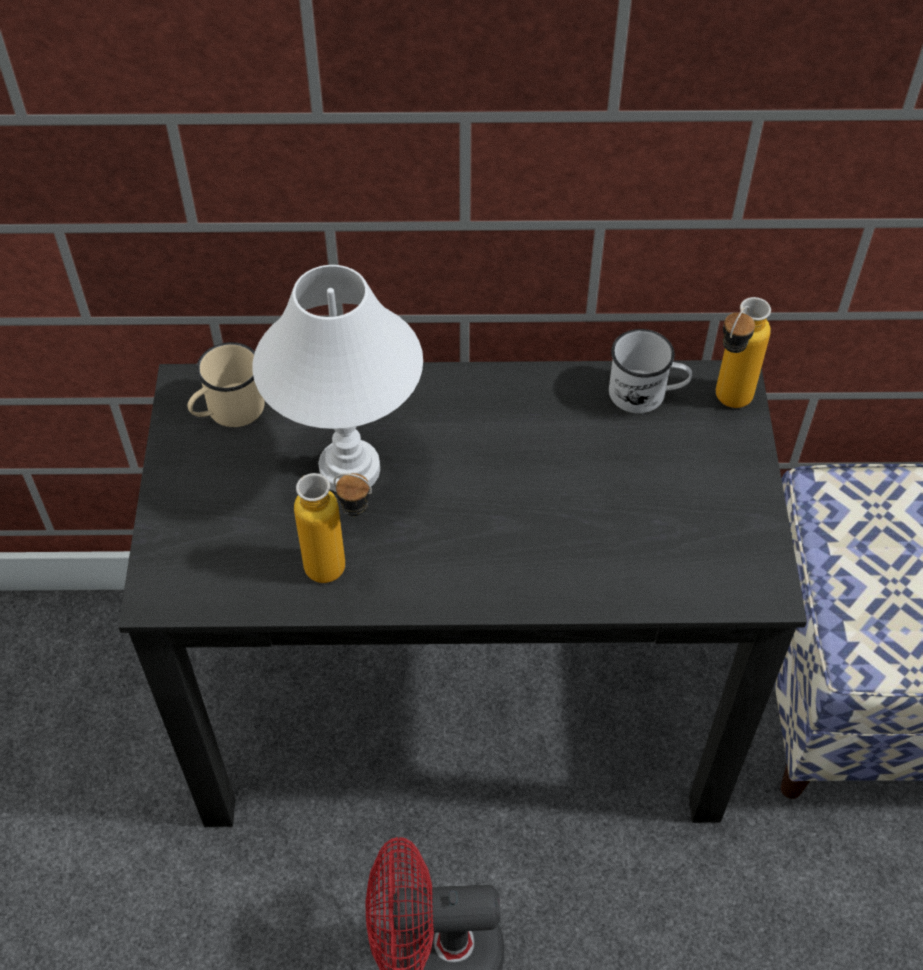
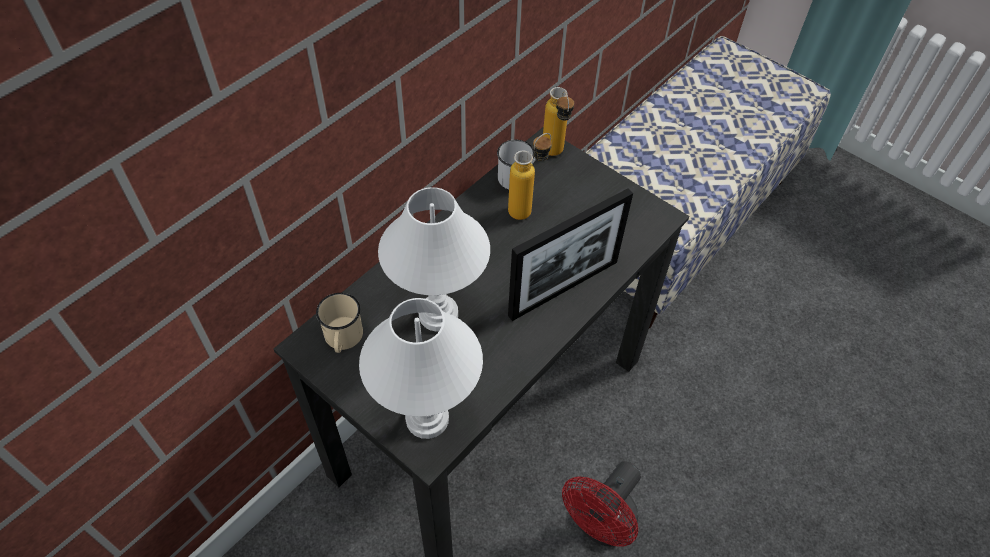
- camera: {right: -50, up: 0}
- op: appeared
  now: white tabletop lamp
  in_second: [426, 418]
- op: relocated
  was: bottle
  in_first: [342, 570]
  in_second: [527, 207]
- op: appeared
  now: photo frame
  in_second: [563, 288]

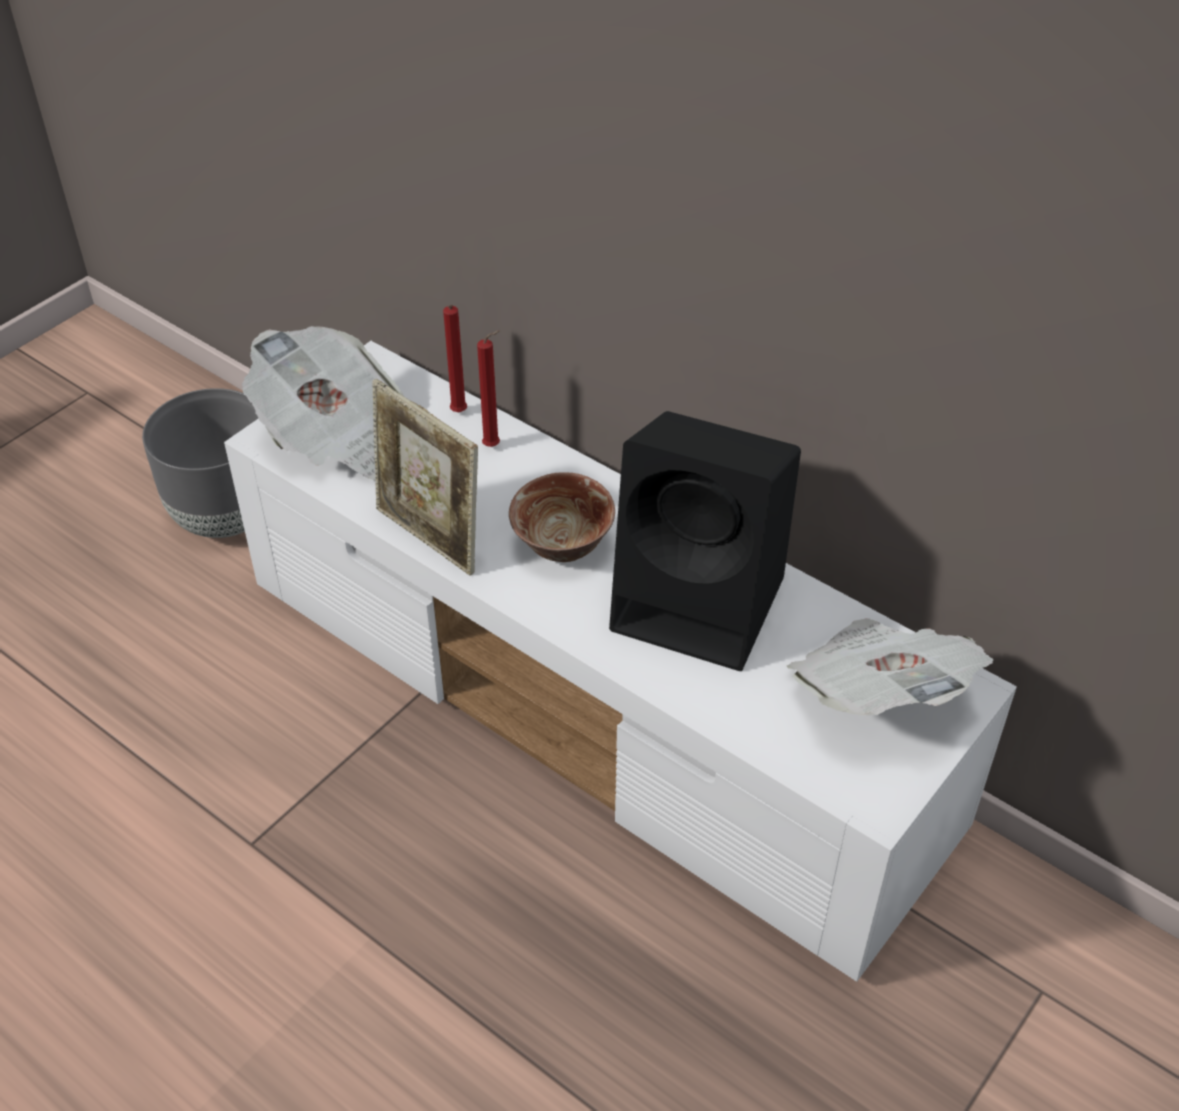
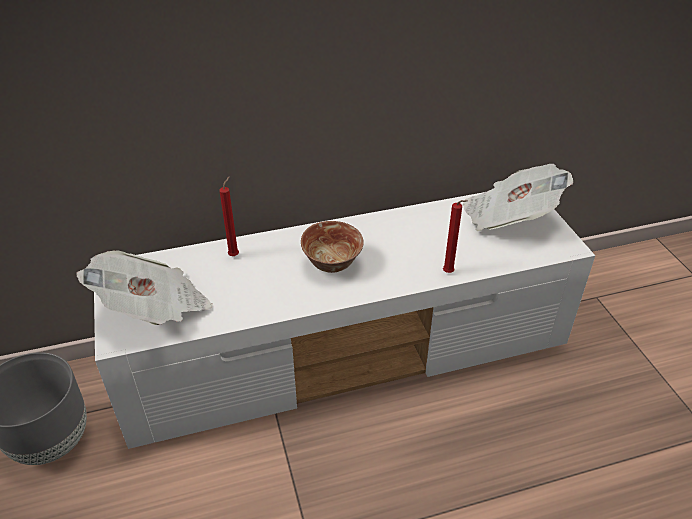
- camera: {right: -55, up: -5}
- op: relocated
  was: reddish candle
  in_first: [458, 414]
  in_second: [449, 273]
- op: missing
  was: photo frame
  in_first: [430, 538]
- op: missing
  was: black audio speaker
  in_first: [703, 604]

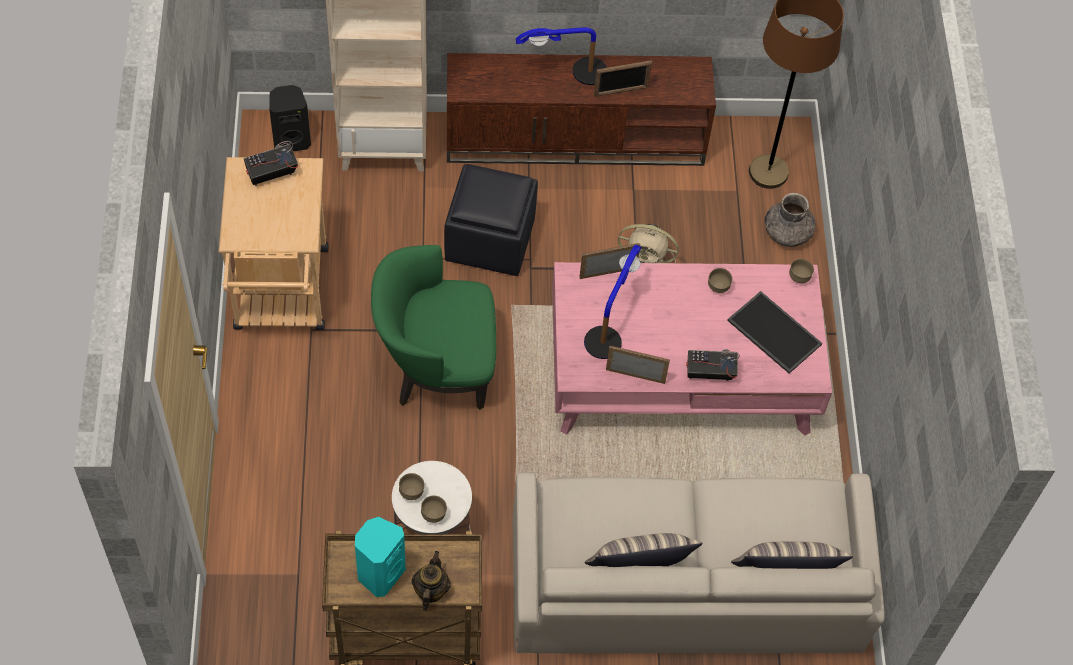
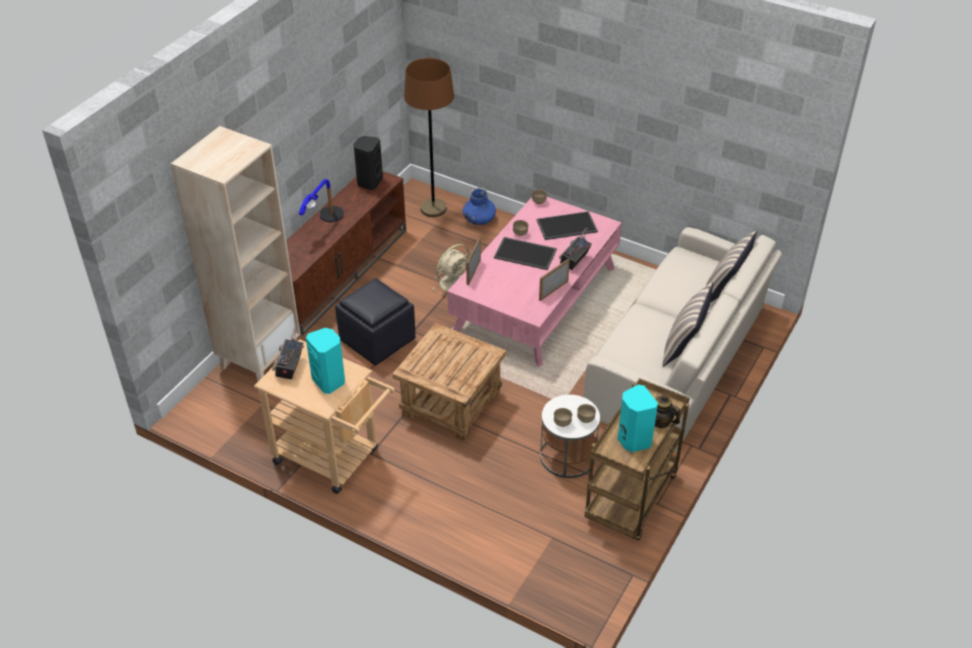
- camera: {right: -55, up: -15}
- op: appeared
  now: blue-green audio speaker
  in_second: [329, 381]
- op: relocated
  was: black audio speaker
  in_first: [291, 140]
  in_second: [369, 182]
- op: exchanged
  was: green-coloured armchair
  now: brownish end table
  in_first: [436, 368]
  in_second: [450, 404]
- op: colour
  was: greyish vase
  now: bluish vase
  in_first: [787, 232]
  in_second: [479, 219]
- op: appeared
  now: tray
  in_second: [526, 253]
- op: missing
  was: tabletop lamp
  in_first: [610, 326]
- op: missing
  was: photo frame
  in_first: [621, 91]

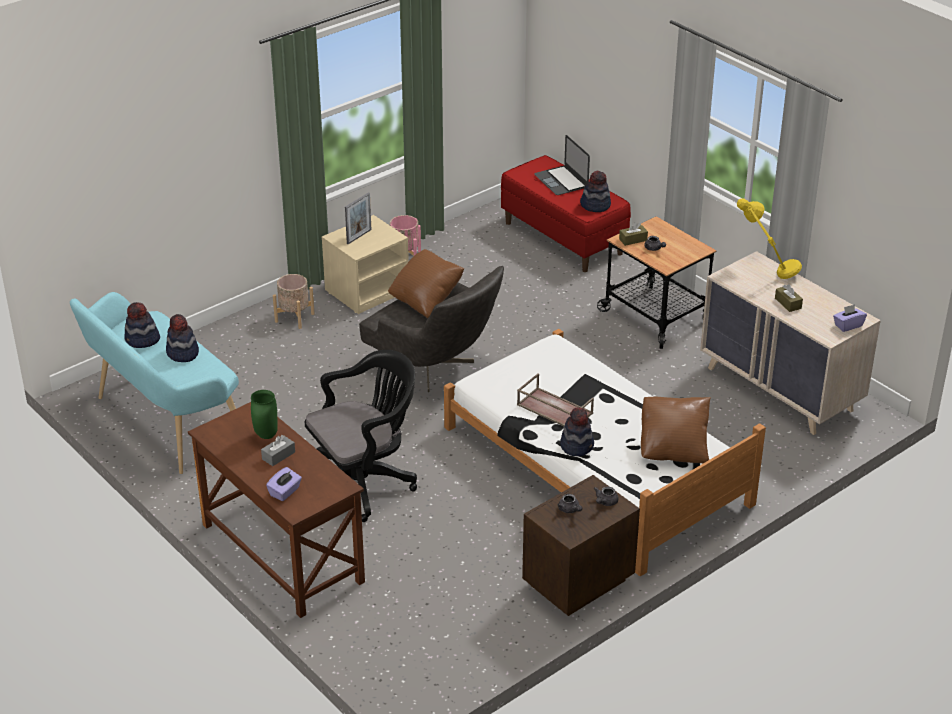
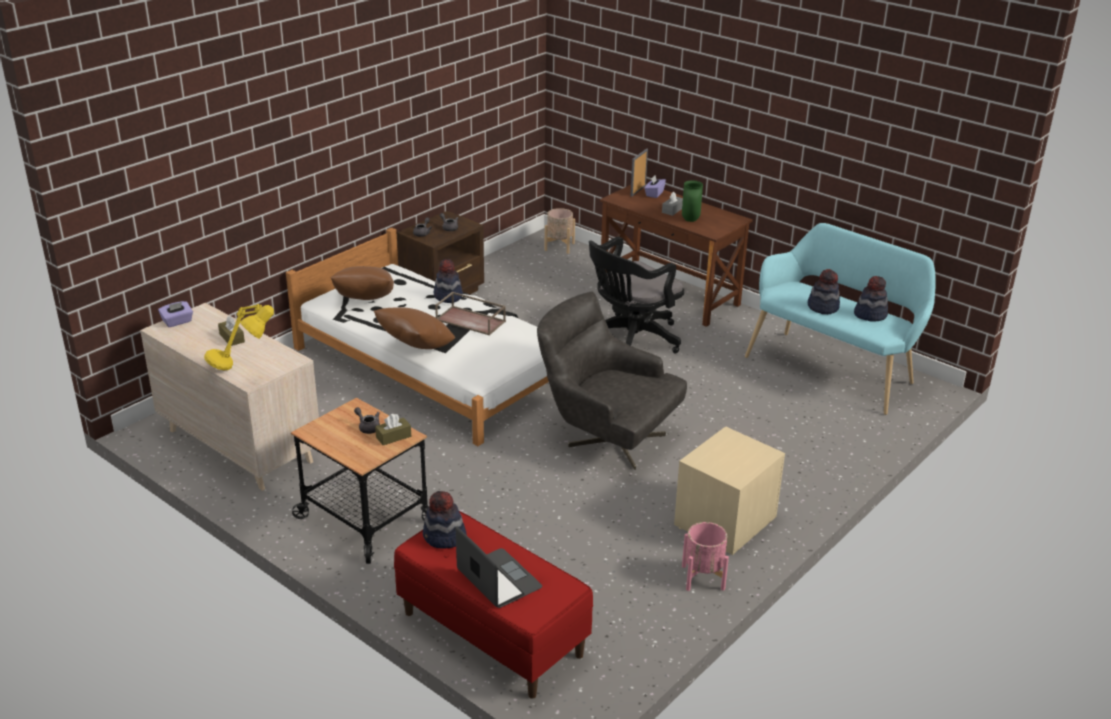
- camera: {right: 170, up: -5}
- op: relocated
  was: brownish pillow
  in_first: [426, 300]
  in_second: [415, 348]
- op: relocated
  was: beige-coloured planter
  in_first: [295, 318]
  in_second: [559, 246]
- op: relocated
  was: photo frame
  in_first: [359, 236]
  in_second: [638, 190]

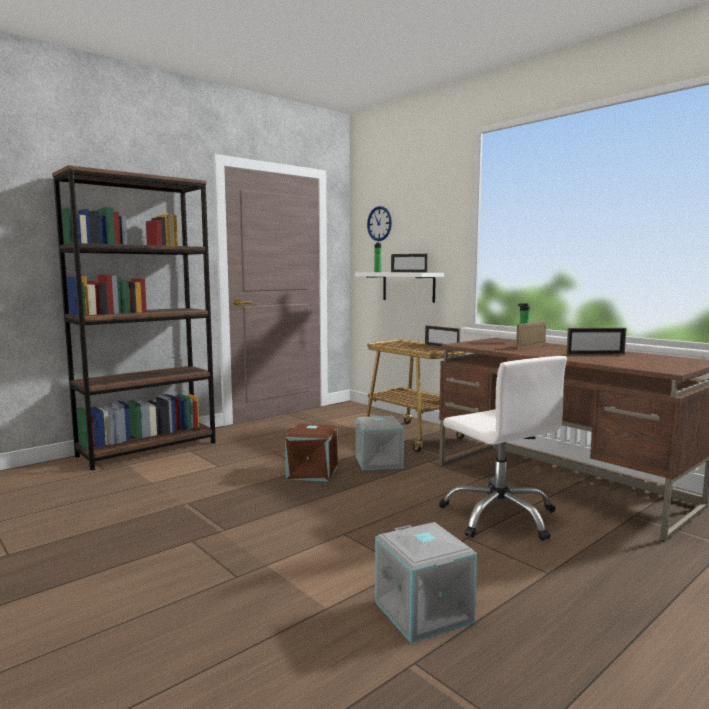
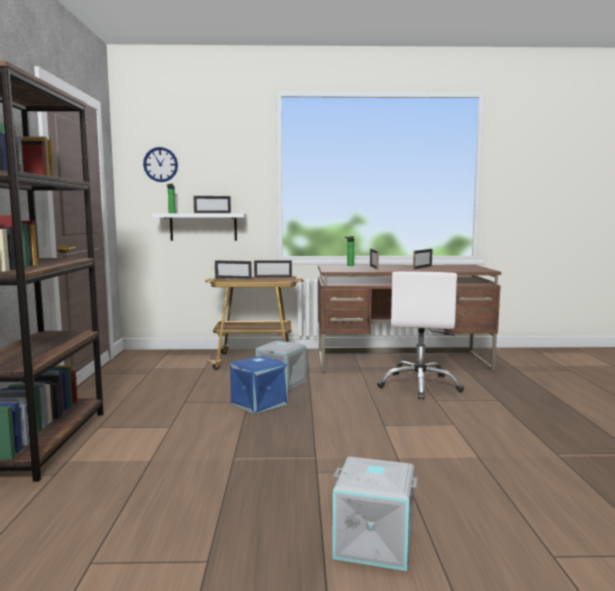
- camera: {right: -50, up: 0}
- op: appeared
  now: photo frame
  in_second: [233, 278]
- op: colour
  was: brownish storage container
  now: bluish storage container
  in_first: [313, 472]
  in_second: [258, 403]
- op: relocated
  was: greyish storage container
  in_first: [425, 612]
  in_second: [375, 542]
- op: spun
  was: white desk chair
  in_first: [499, 516]
  in_second: [420, 385]
  clockwise: 90

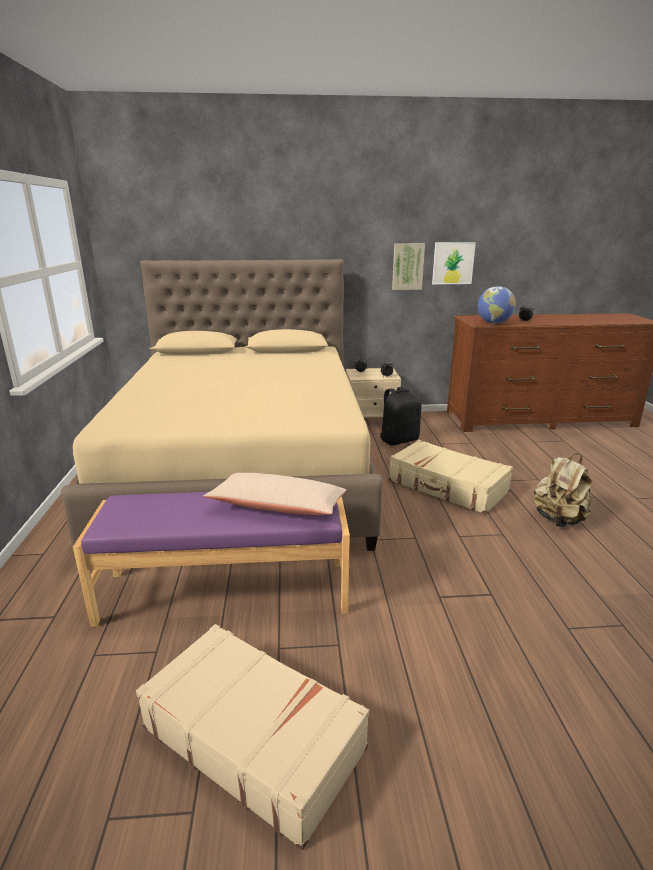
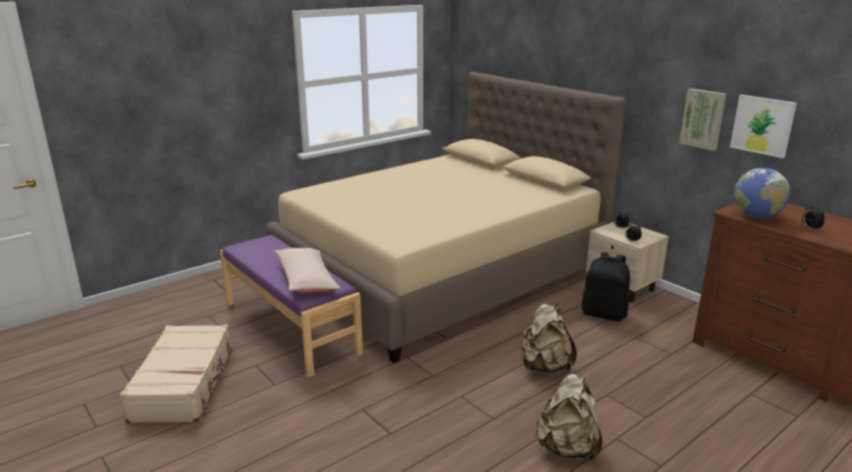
- camera: {right: 55, up: 0}
- op: exchanged
  was: beige-coloured travel case
  now: beige-coloured knapsack
  in_first: [447, 487]
  in_second: [544, 366]

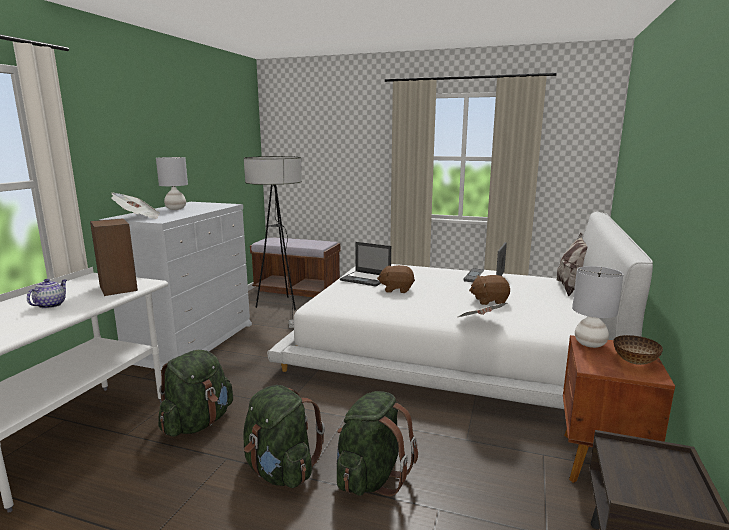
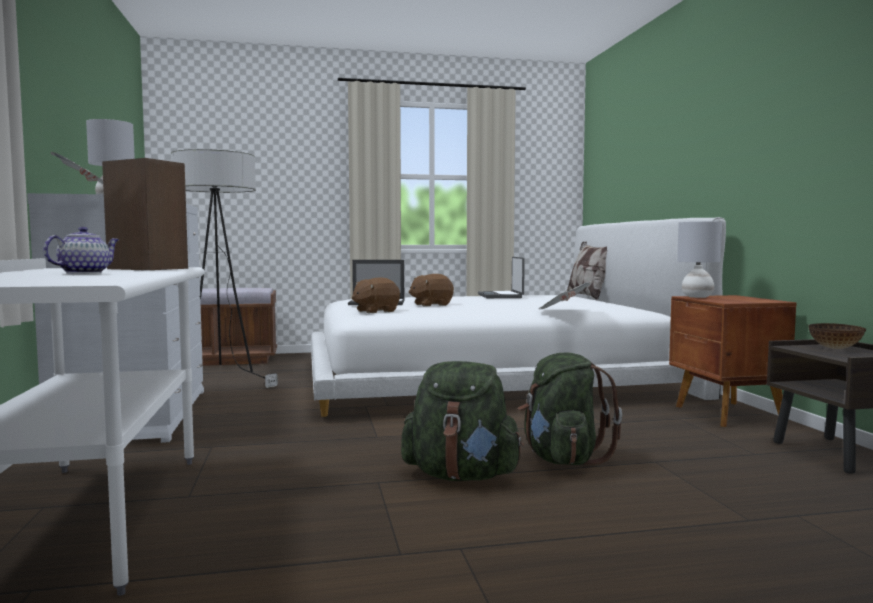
- camera: {right: -30, up: -10}
- op: spun
  was: tea pot
  in_first: [51, 305]
  in_second: [85, 273]
  clockwise: 45
- op: relocated
  was: brownish cuddly toy
  in_first: [489, 301]
  in_second: [375, 311]
- op: relocated
  was: bowl
  in_first: [634, 362]
  in_second: [834, 348]
- op: missing
  was: green-coloured knapsack
  in_first: [198, 423]

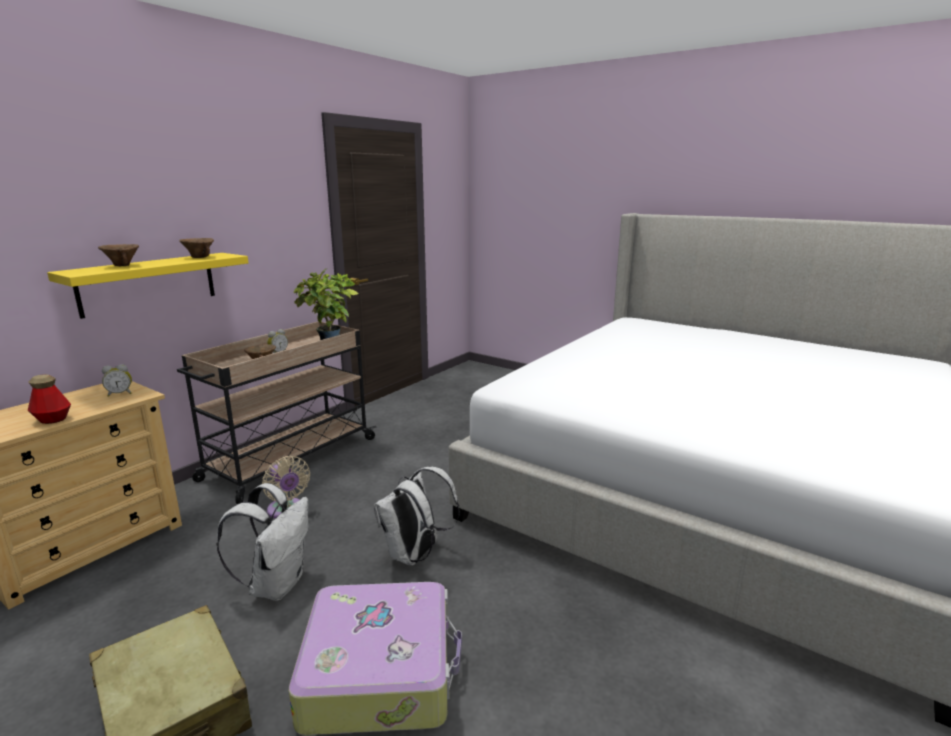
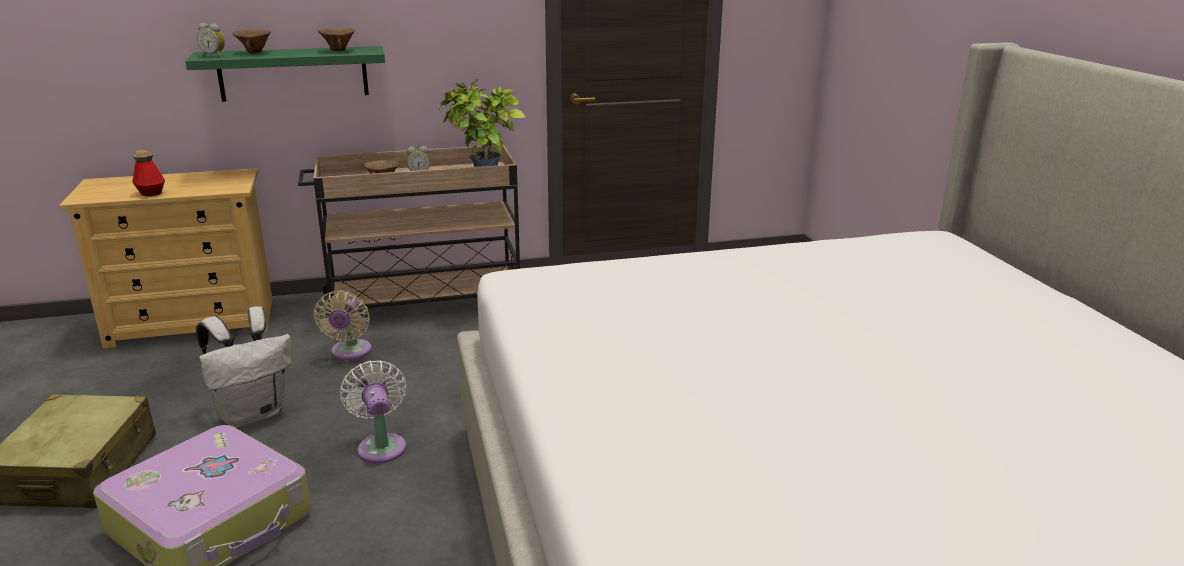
- camera: {right: 40, up: 5}
- op: colour
  was: yellowish bracket shelf
  now: green-coloured bracket shelf
  in_first: [148, 283]
  in_second: [293, 73]
- op: relocated
  was: bedside clock
  in_first: [120, 394]
  in_second: [214, 56]
- op: exchanged
  was: white knapsack
  now: white cooling fan
  in_first: [415, 555]
  in_second: [381, 445]

